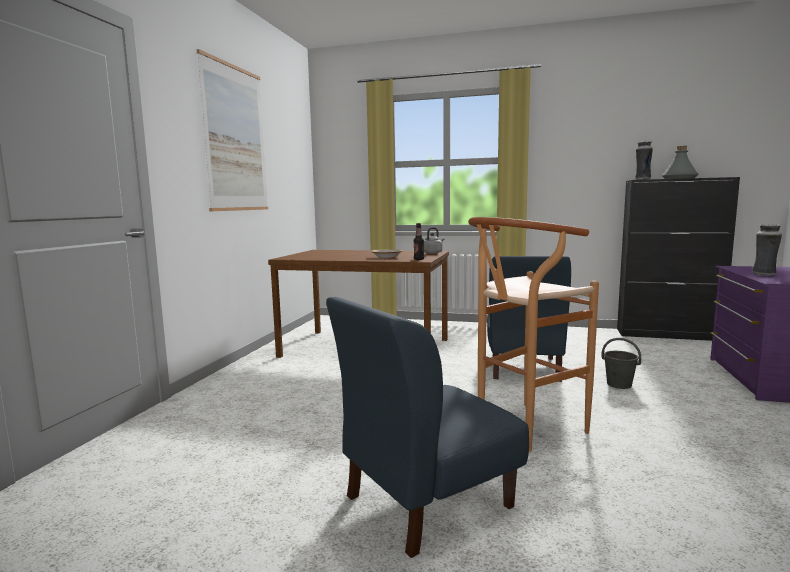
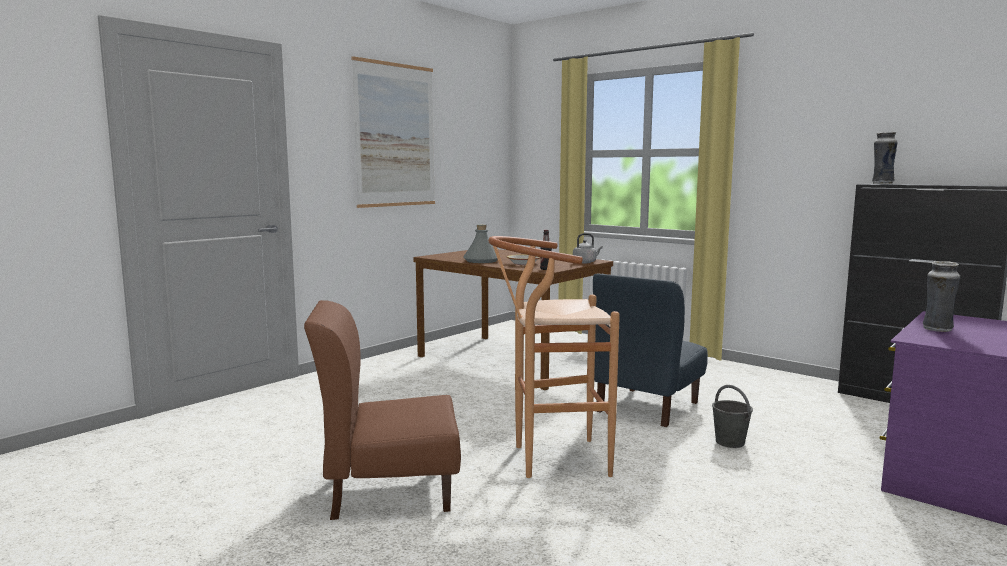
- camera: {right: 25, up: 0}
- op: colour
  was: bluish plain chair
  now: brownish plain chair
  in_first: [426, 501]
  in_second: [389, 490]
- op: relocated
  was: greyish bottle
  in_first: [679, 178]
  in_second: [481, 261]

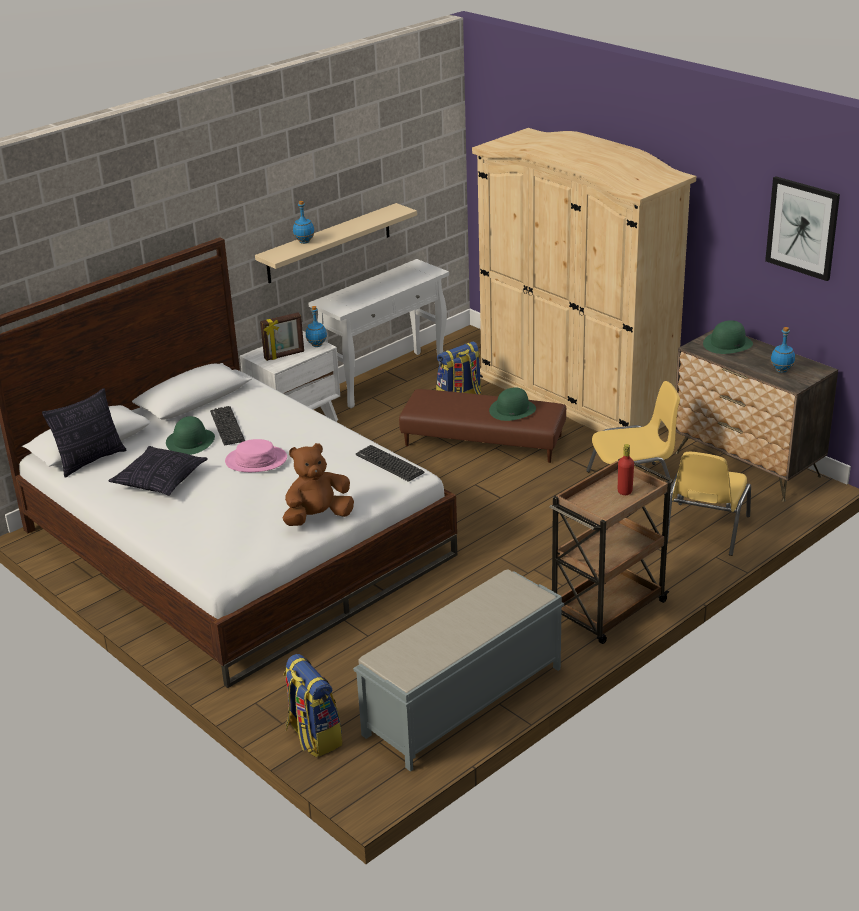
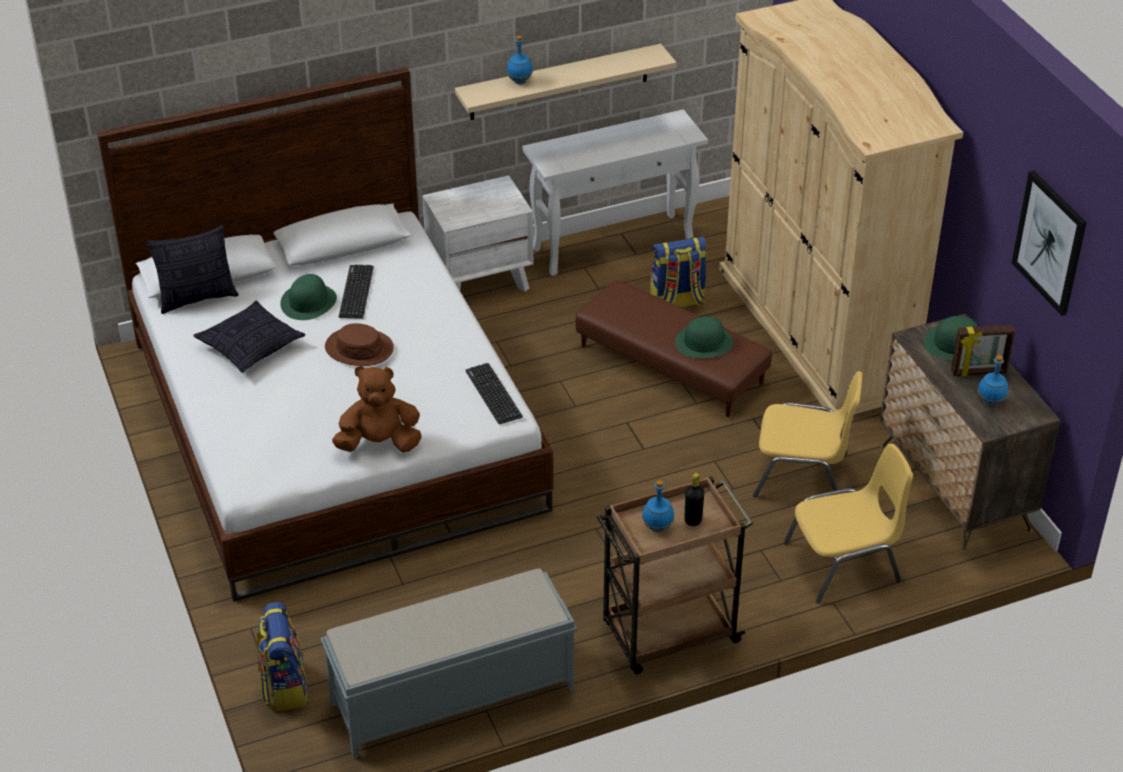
- camera: {right: 20, up: 10}
- op: colour
  was: pinkish clothing hat
  now: brownish clothing hat
  in_first: [256, 460]
  in_second: [359, 348]
- op: relocated
  was: bluish bottle
  in_first: [316, 345]
  in_second: [657, 528]
- op: colour
  was: reddish bottle
  now: black bottle
  in_first: [624, 491]
  in_second: [693, 520]
- op: spun
  was: yellowish plain chair
  in_first: [705, 530]
  in_second: [844, 563]
  clockwise: -150
- op: relocated
  was: photo frame
  in_first: [284, 355]
  in_second: [978, 372]

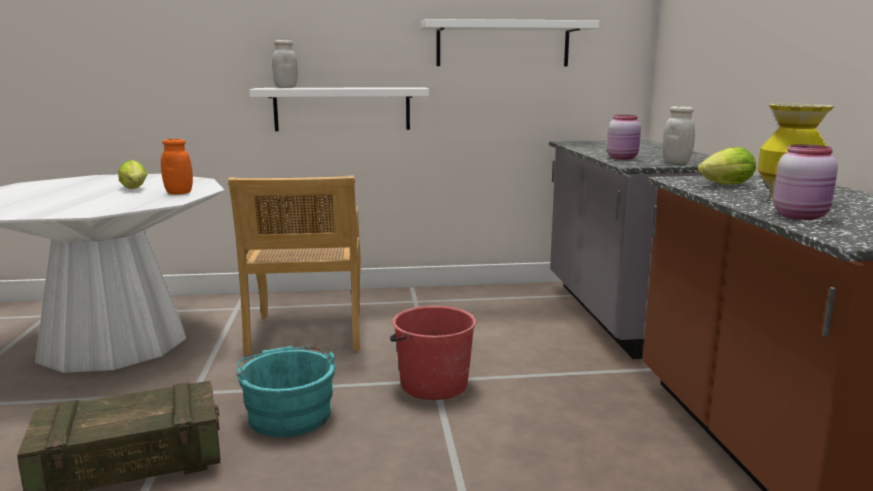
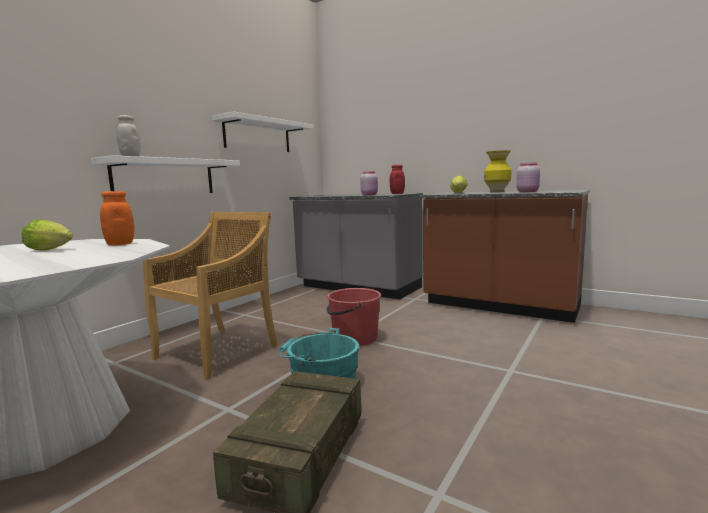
- camera: {right: -50, up: -5}
- op: spun
  was: beige-coloured plain chair
  in_first: [306, 333]
  in_second: [218, 351]
  clockwise: -90
- op: colour
  was: white preserve jar
  now: reddish preserve jar
  in_first: [676, 162]
  in_second: [397, 193]

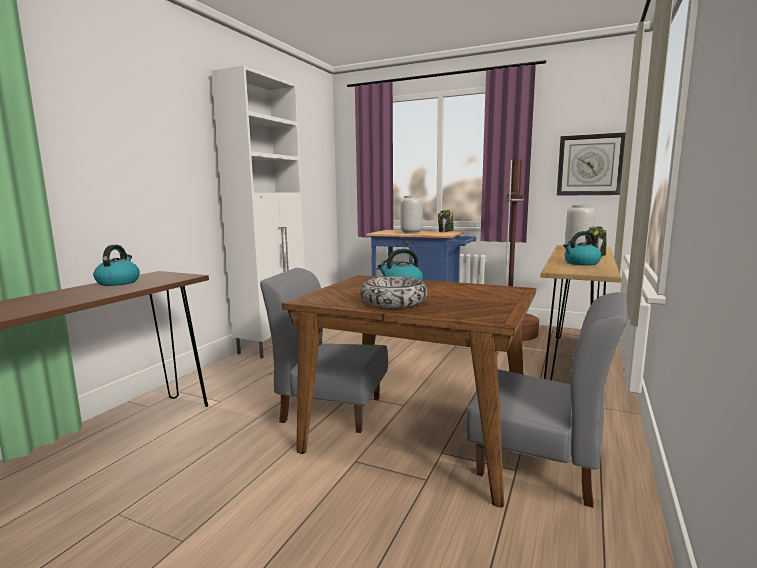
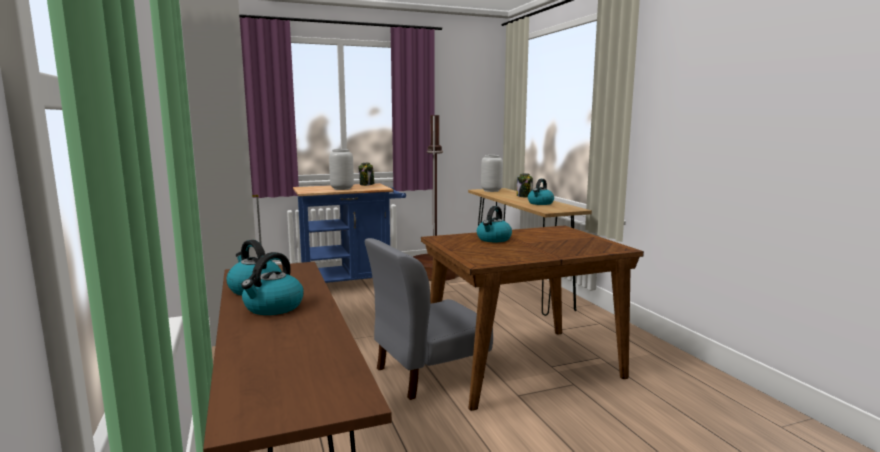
- camera: {right: -45, up: 0}
- op: appeared
  now: water kettle
  in_second: [273, 307]
- op: missing
  was: bowl
  in_first: [393, 302]
- op: missing
  was: greyish plain chair
  in_first: [539, 464]
- op: missing
  was: wall clock
  in_first: [590, 165]

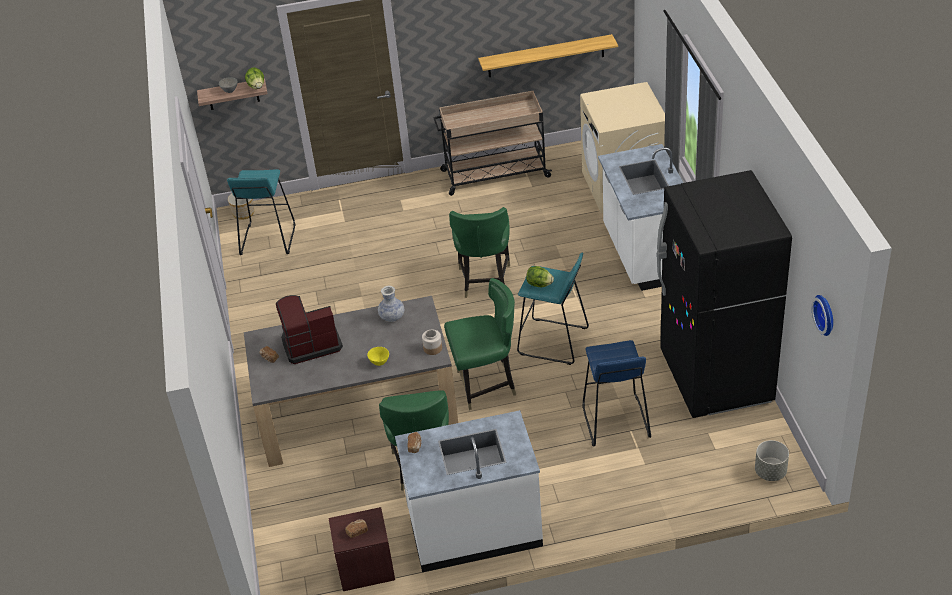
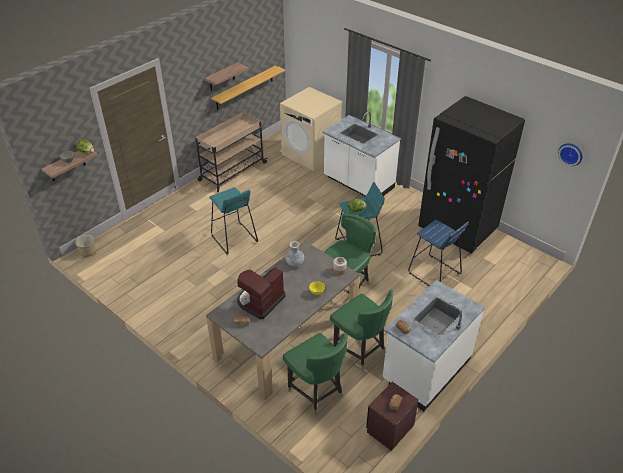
- camera: {right: -40, up: 0}
- op: appeared
  now: bracket shelf
  in_second: [222, 77]
- op: relocated
  was: blue-green stool
  in_first: [267, 239]
  in_second: [234, 239]
- op: relocated
  was: green-coloured plain chair
  in_first: [484, 281]
  in_second: [316, 392]
- op: missing
  was: greyish planter
  in_first: [770, 472]

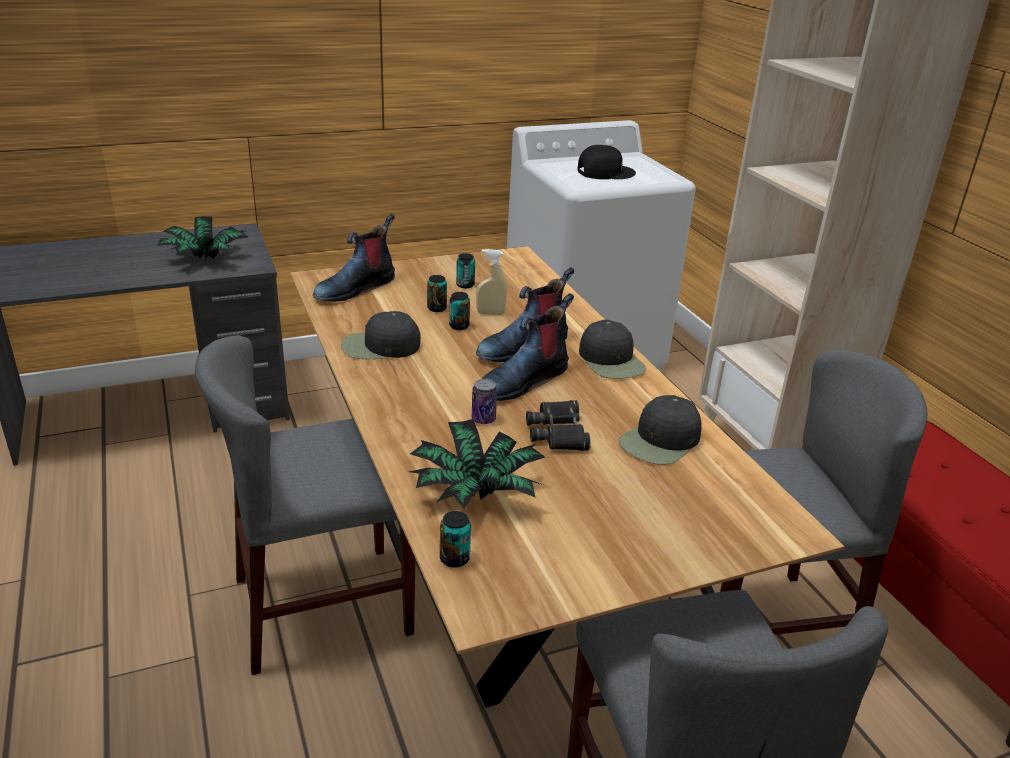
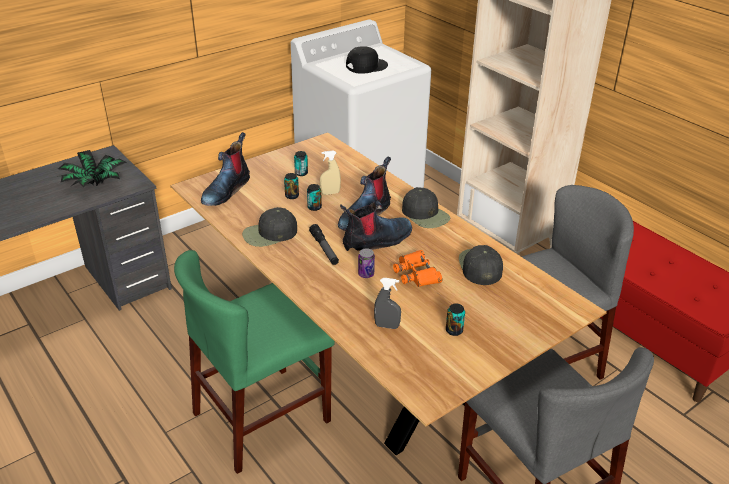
- camera: {right: -15, up: 5}
- op: colour
  was: greyish plain chair
  now: green-coloured plain chair
  in_first: [323, 606]
  in_second: [262, 417]
- op: appeared
  now: flashlight
  in_second: [324, 249]
- op: spun
  was: boot
  in_first: [523, 380]
  in_second: [377, 241]
  clockwise: -150
- op: exchanged
  was: potted plant
  now: greyish sprayer
  in_first: [475, 493]
  in_second: [387, 326]
- op: colour
  was: black field glasses
  now: orange field glasses
  in_first: [558, 432]
  in_second: [416, 273]
- op: relocated
  was: can
  in_first: [454, 558]
  in_second: [454, 330]
- op: spun
  was: black peaked cap
  in_first: [660, 441]
  in_second: [480, 266]
  clockwise: 150

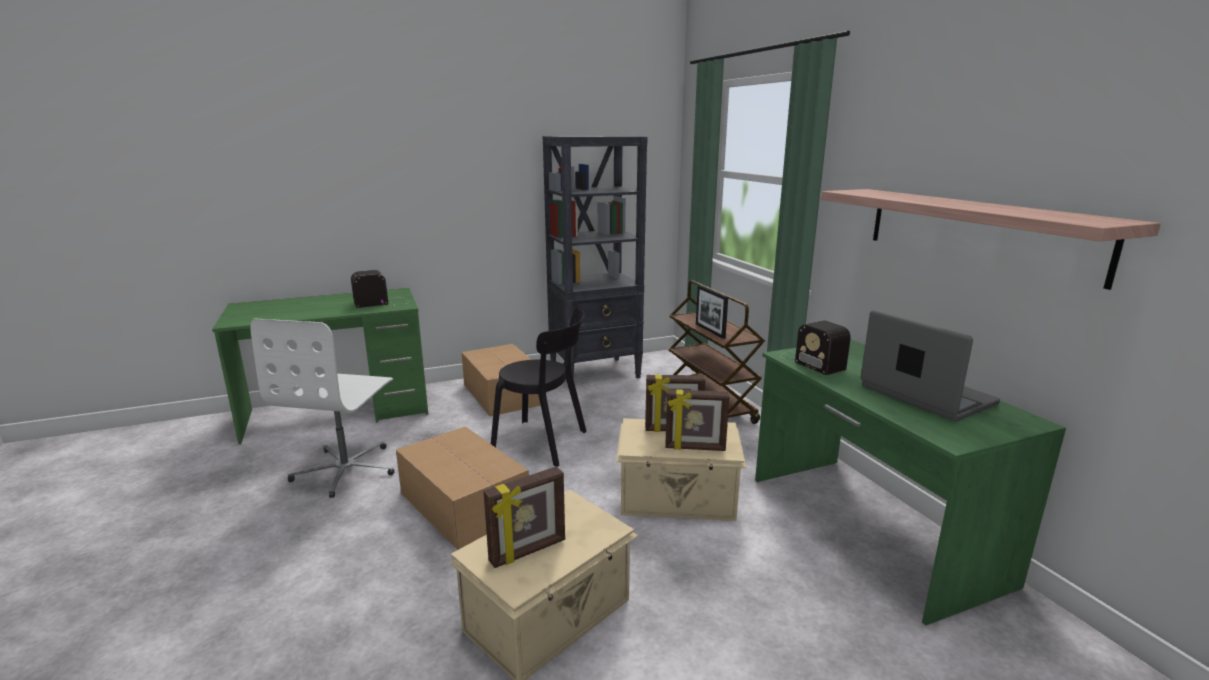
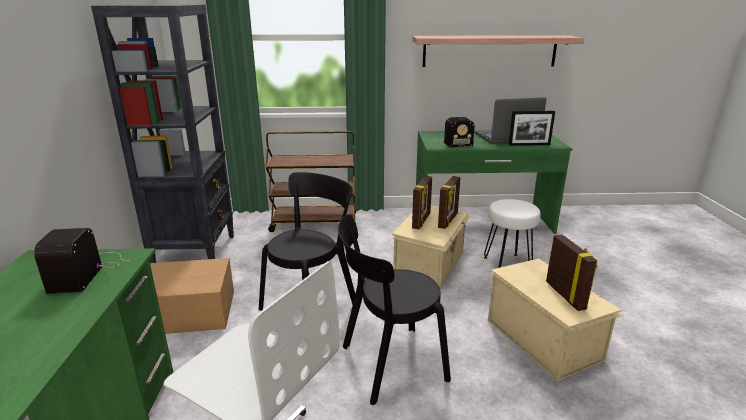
- camera: {right: -70, up: 5}
- op: exchanged
  was: packing box
  now: black plain chair
  in_first: [463, 503]
  in_second: [388, 364]
- op: appeared
  now: white stool
  in_second: [507, 264]
- op: relocated
  was: photo frame
  in_first: [710, 331]
  in_second: [529, 145]

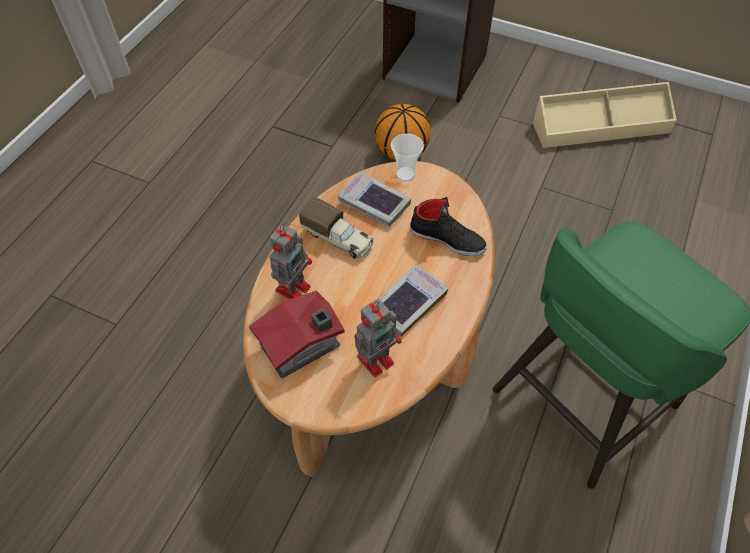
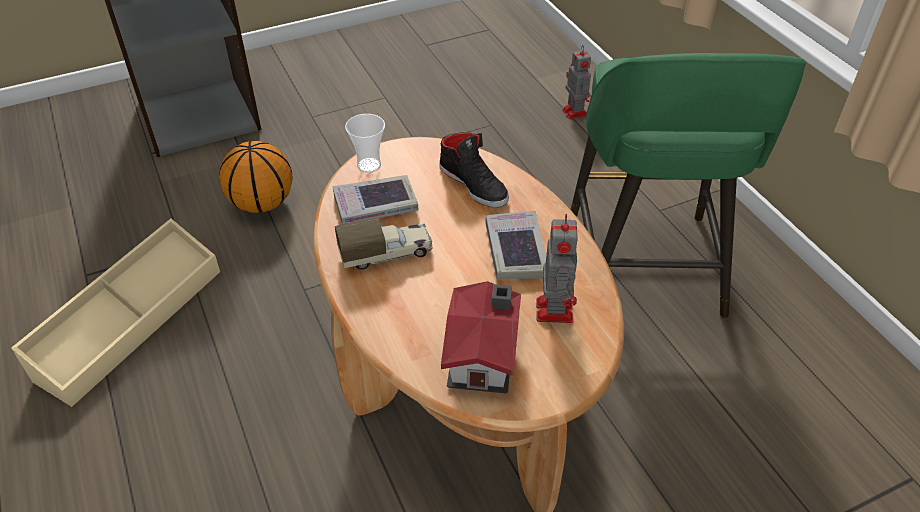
- camera: {right: -50, up: -10}
- op: relocated
  was: beige-coloured storage container
  in_first: [600, 126]
  in_second: [130, 322]
- op: spun
  was: black shoe
  in_first: [447, 238]
  in_second: [474, 184]
  clockwise: 75
- op: relocated
  was: model robot
  in_first: [294, 287]
  in_second: [574, 111]

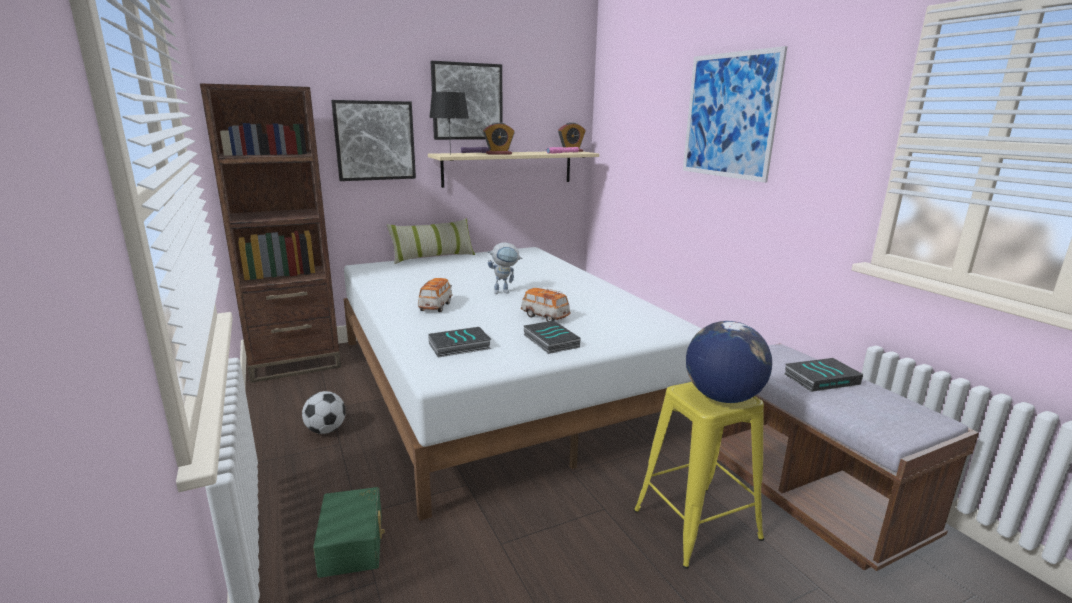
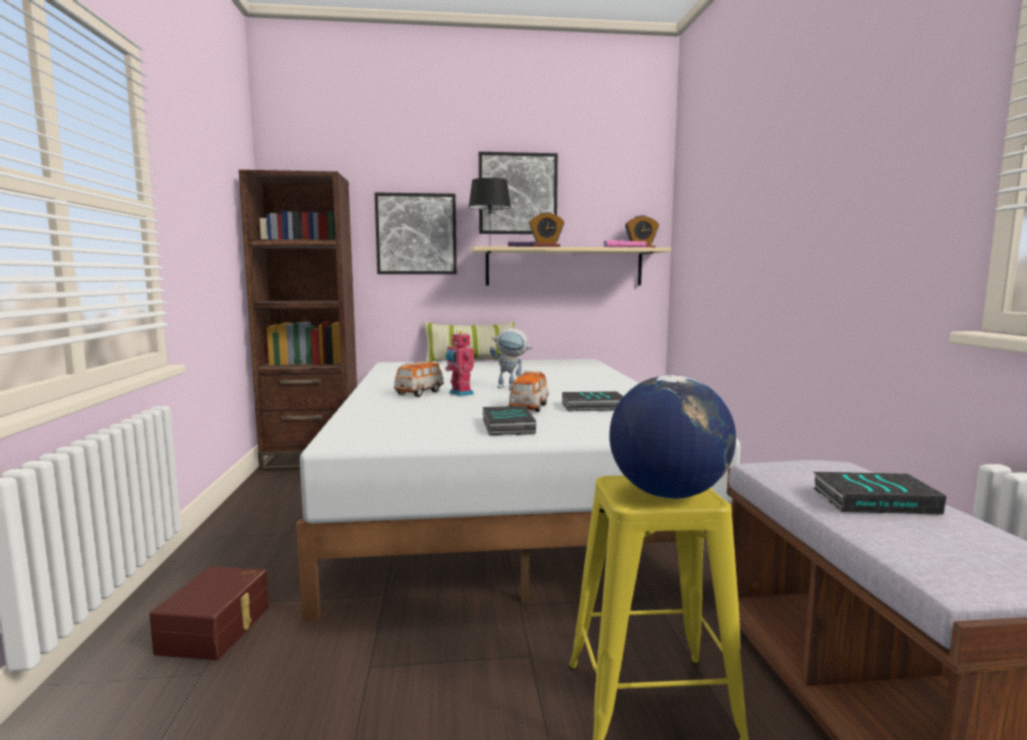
- camera: {right: 20, up: -10}
- op: colour
  was: green-coloured storage container
  now: brownish storage container
  in_first: [354, 543]
  in_second: [217, 629]
- op: appeared
  now: model robot
  in_second: [460, 394]
- op: spun
  was: model car
  in_first: [545, 317]
  in_second: [529, 408]
  clockwise: -135
- op: relocated
  was: bound book
  in_first: [459, 346]
  in_second: [592, 407]
- op: missing
  was: football
  in_first: [326, 430]
- op: missing
  was: picture
  in_first: [729, 116]

